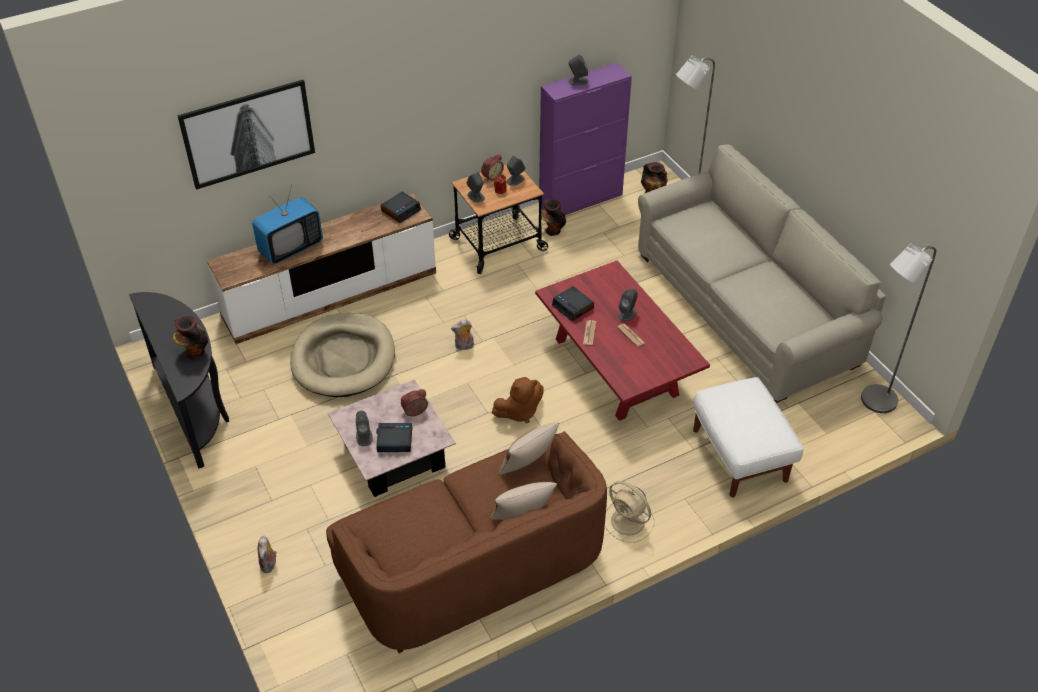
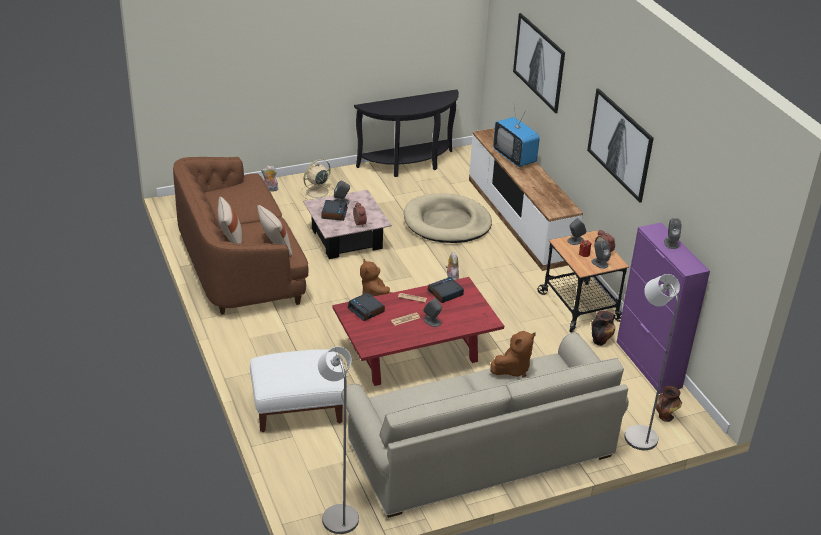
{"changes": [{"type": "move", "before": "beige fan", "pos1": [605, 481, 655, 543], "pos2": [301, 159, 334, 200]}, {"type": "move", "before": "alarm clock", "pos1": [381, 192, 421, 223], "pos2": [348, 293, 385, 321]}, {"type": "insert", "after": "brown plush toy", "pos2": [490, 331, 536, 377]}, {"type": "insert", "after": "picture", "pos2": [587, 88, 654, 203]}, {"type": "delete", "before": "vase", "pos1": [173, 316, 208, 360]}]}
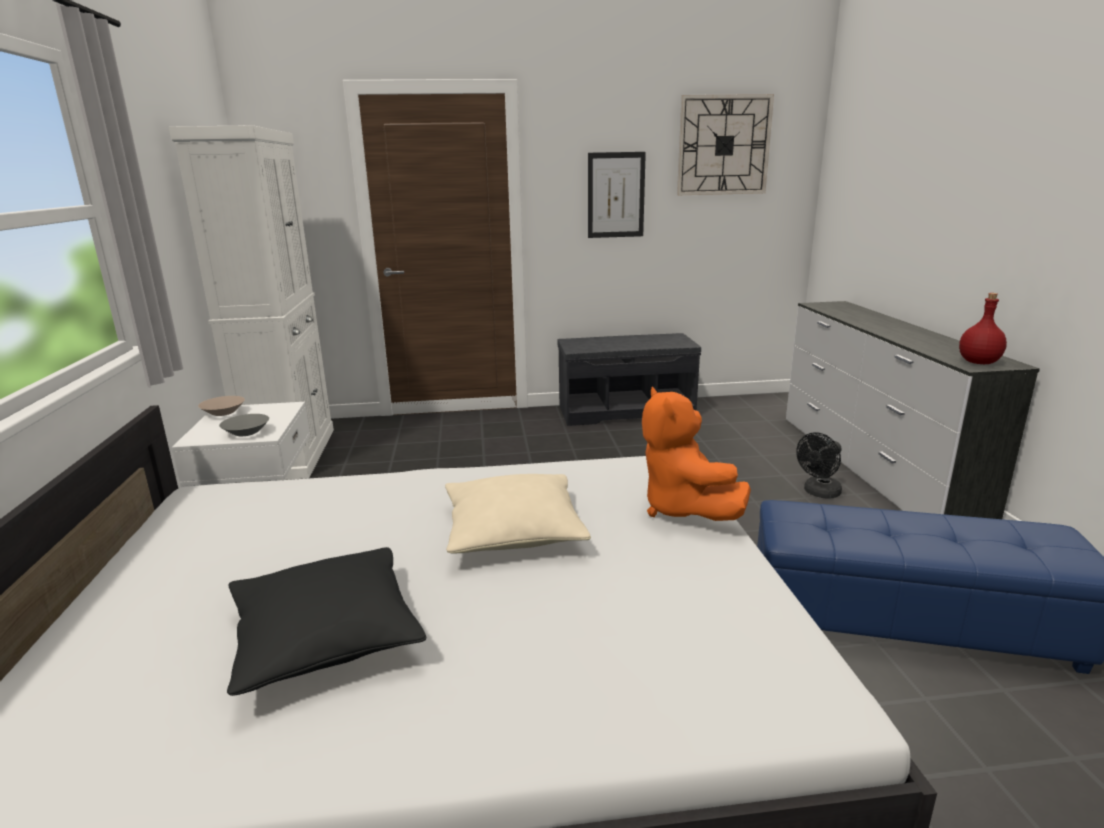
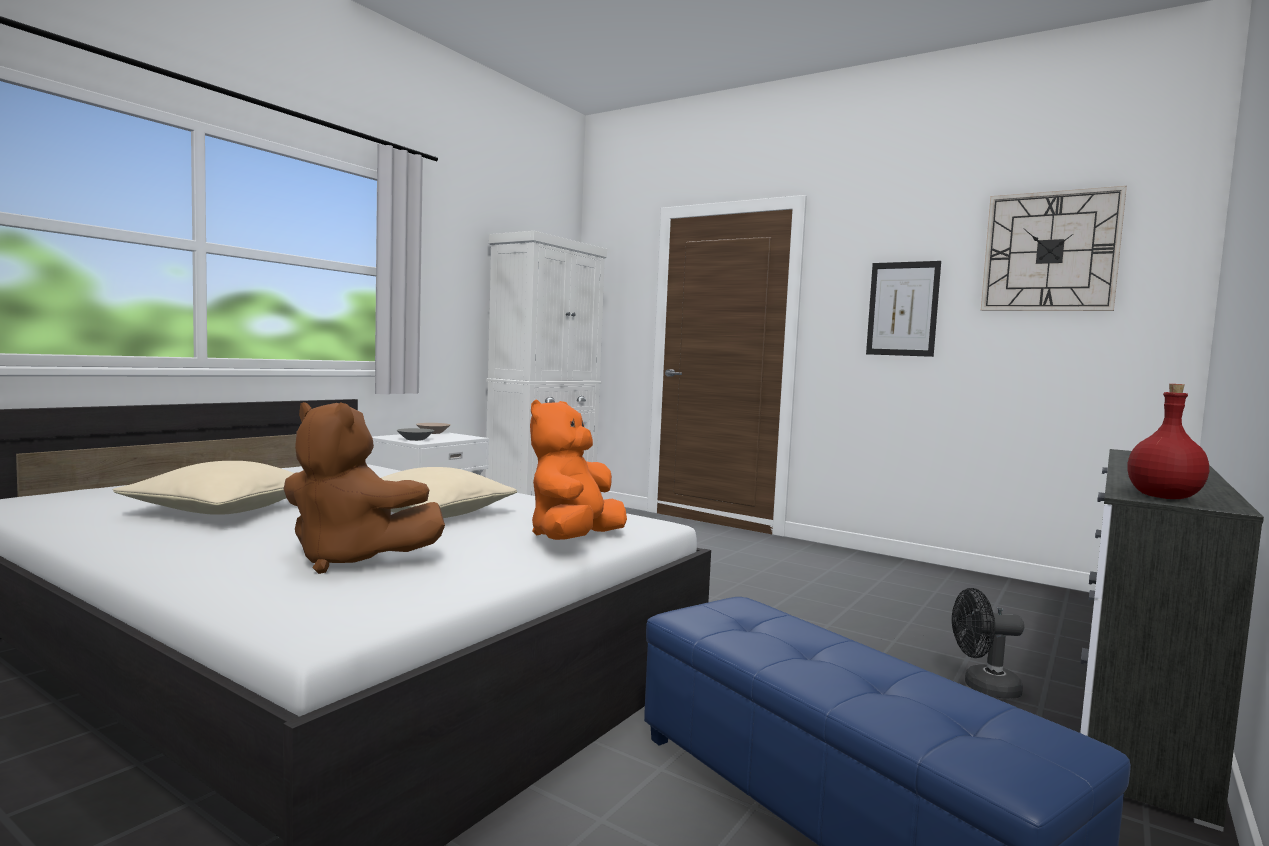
{"changes": [{"type": "recolor", "before": "black pillow", "after": "beige pillow", "pos1": [227, 547, 426, 696], "pos2": [113, 461, 294, 515]}, {"type": "insert", "after": "brown plush toy", "pos2": [284, 402, 445, 574]}, {"type": "delete", "before": "grey bench", "pos1": [557, 333, 701, 426]}]}
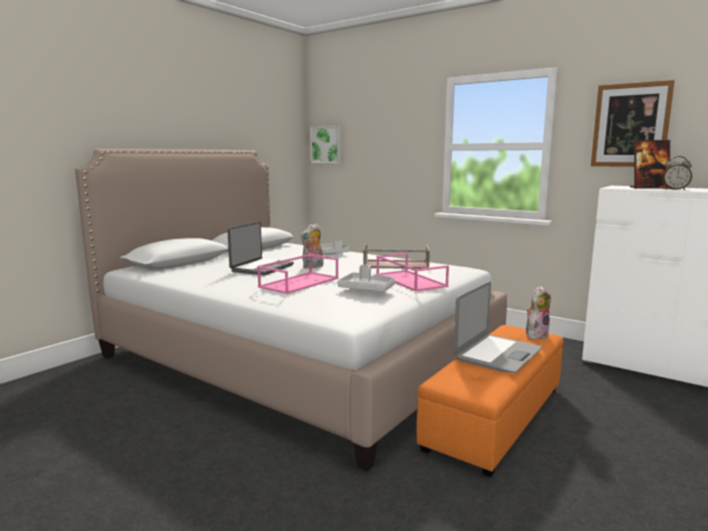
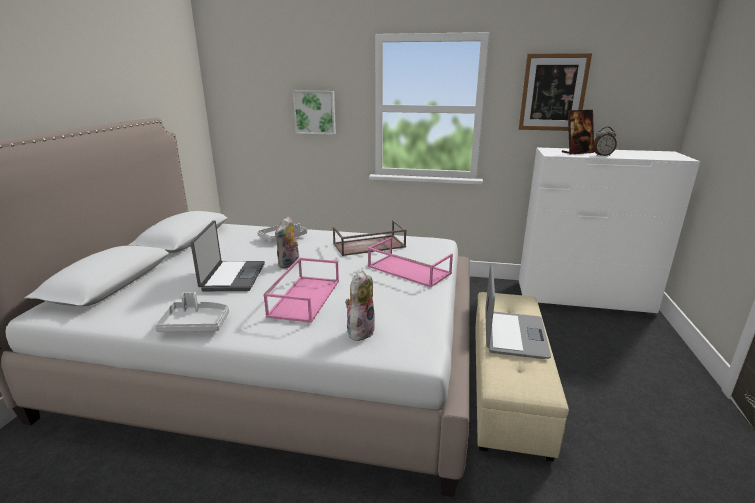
{"changes": [{"type": "move", "before": "grey tray", "pos1": [337, 265, 395, 292], "pos2": [155, 292, 229, 332]}, {"type": "move", "before": "picture", "pos1": [310, 126, 341, 163], "pos2": [293, 91, 336, 135]}, {"type": "move", "before": "plush toy", "pos1": [526, 286, 551, 339], "pos2": [345, 270, 375, 341]}, {"type": "recolor", "before": "orange ottoman", "after": "beige ottoman", "pos1": [417, 325, 563, 477], "pos2": [475, 292, 569, 461]}]}
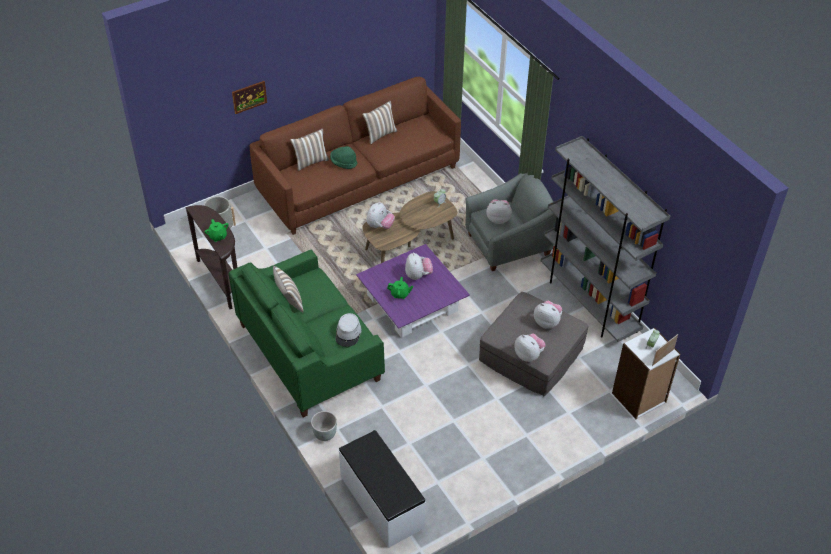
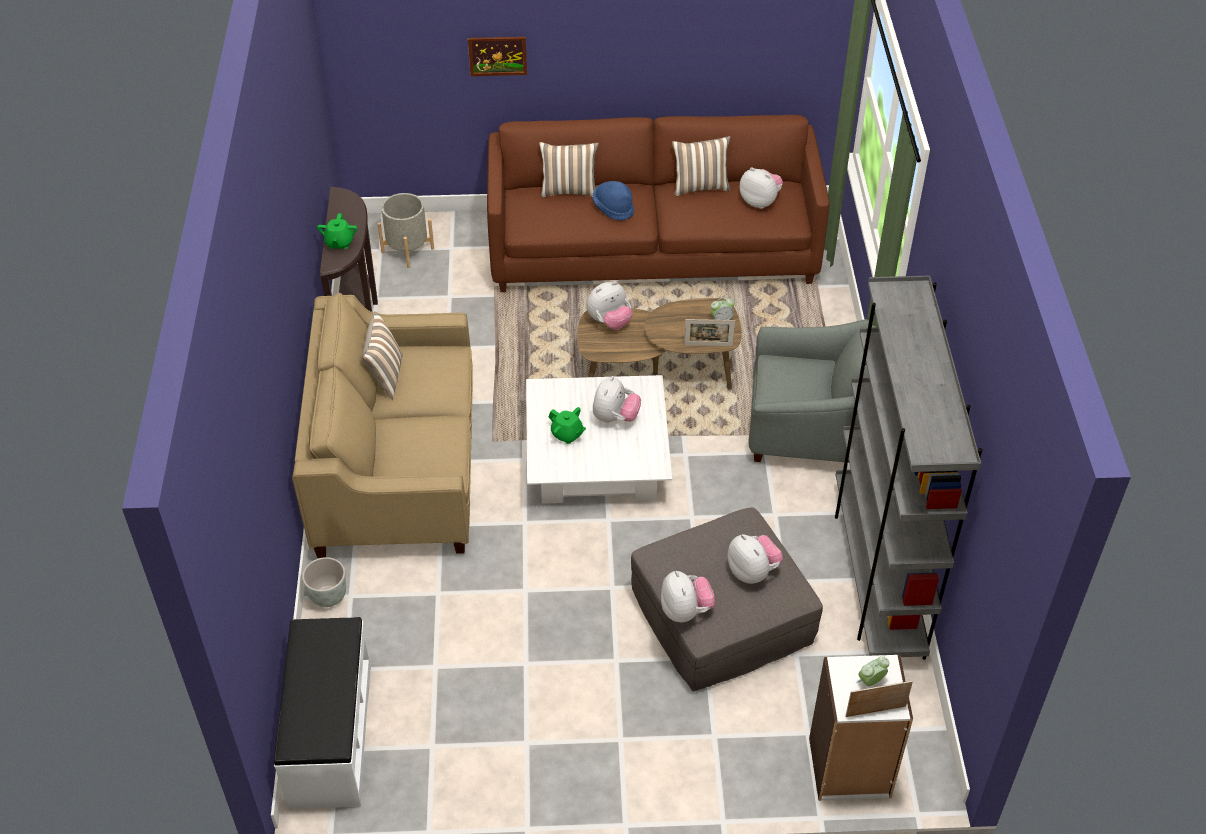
{"changes": [{"type": "recolor", "before": "green sofa", "after": "beige sofa", "pos1": [229, 250, 385, 417], "pos2": [292, 293, 473, 558]}, {"type": "recolor", "before": "purple coffee table", "after": "white coffee table", "pos1": [356, 244, 470, 338], "pos2": [526, 375, 672, 504]}, {"type": "recolor", "before": "green hat", "after": "blue hat", "pos1": [330, 146, 357, 169], "pos2": [593, 181, 634, 220]}, {"type": "insert", "after": "picture frame", "pos2": [684, 319, 735, 346]}, {"type": "move", "before": "plush toy", "pos1": [486, 199, 512, 224], "pos2": [740, 167, 783, 209]}, {"type": "delete", "before": "grey hat", "pos1": [335, 313, 361, 347]}]}
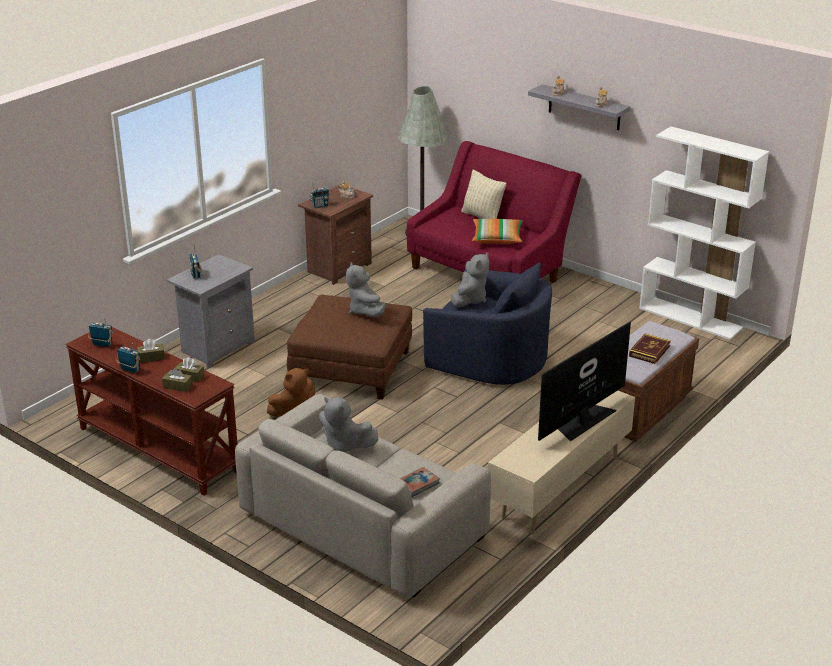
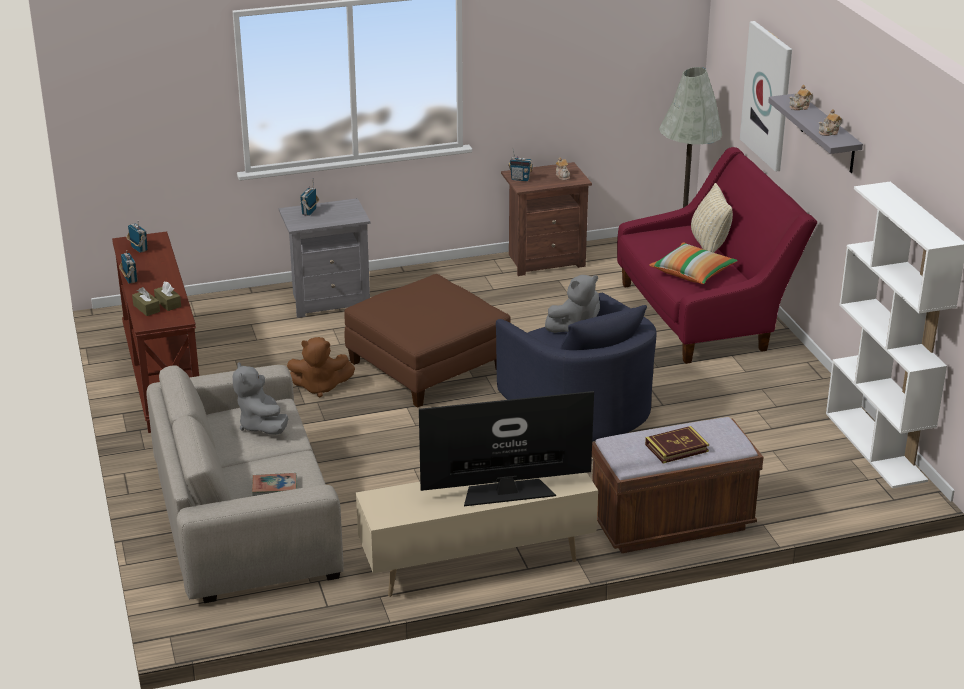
{"changes": [{"type": "insert", "after": "picture", "pos2": [740, 21, 792, 172]}, {"type": "delete", "before": "brown tissue box", "pos1": [137, 339, 165, 363]}, {"type": "delete", "before": "grey plush toy", "pos1": [346, 262, 386, 317]}]}
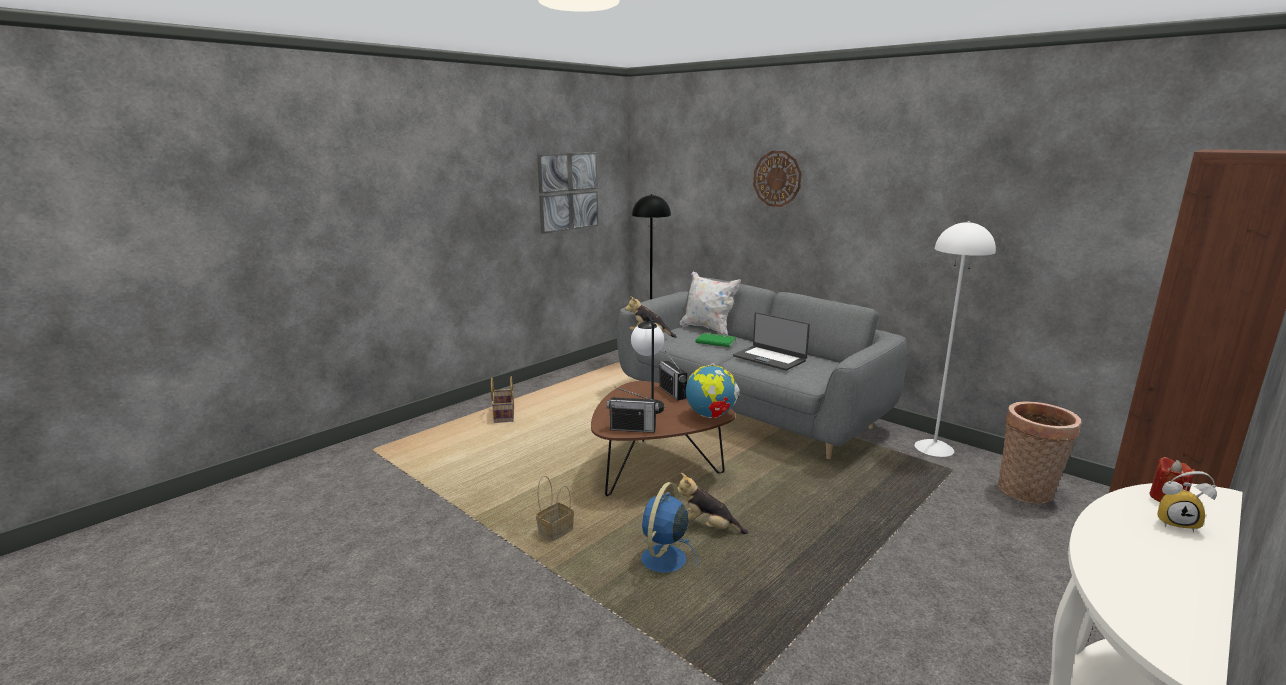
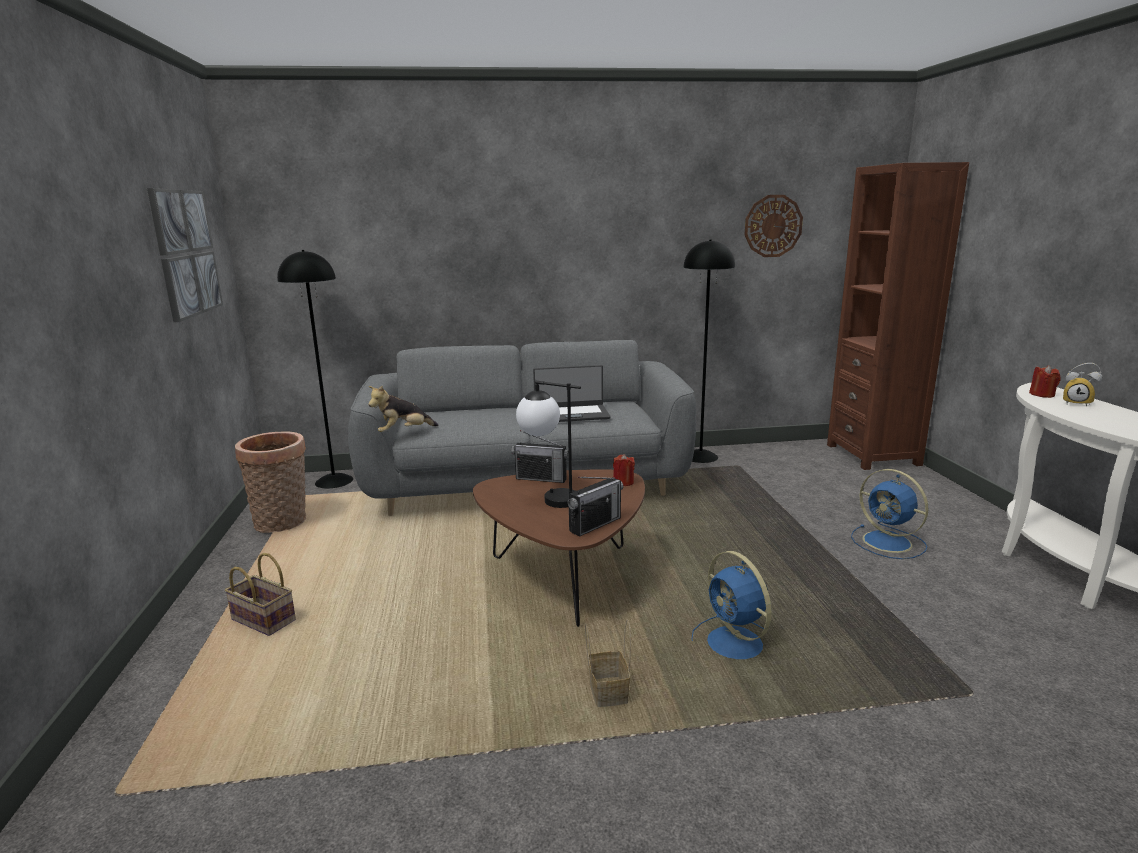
{"changes": [{"type": "move", "before": "basket", "pos1": [998, 401, 1082, 503], "pos2": [235, 432, 306, 533]}, {"type": "replace", "before": "globe", "after": "red candle", "pos1": [686, 363, 740, 418], "pos2": [613, 454, 635, 486]}, {"type": "recolor", "before": "white floor lamp", "after": "black floor lamp", "pos1": [914, 221, 996, 457], "pos2": [683, 239, 735, 463]}, {"type": "move", "before": "wall clock", "pos1": [753, 151, 802, 207], "pos2": [745, 195, 803, 257]}, {"type": "insert", "after": "blue fan", "pos2": [851, 469, 928, 559]}, {"type": "rotate", "before": "alarm clock", "pos1": [1157, 471, 1217, 532], "pos2": [1063, 363, 1102, 407], "turn": 60}, {"type": "delete", "before": "plush toy", "pos1": [673, 473, 748, 534]}, {"type": "delete", "before": "white pillow", "pos1": [680, 271, 741, 336]}, {"type": "delete", "before": "green book", "pos1": [696, 333, 737, 347]}]}
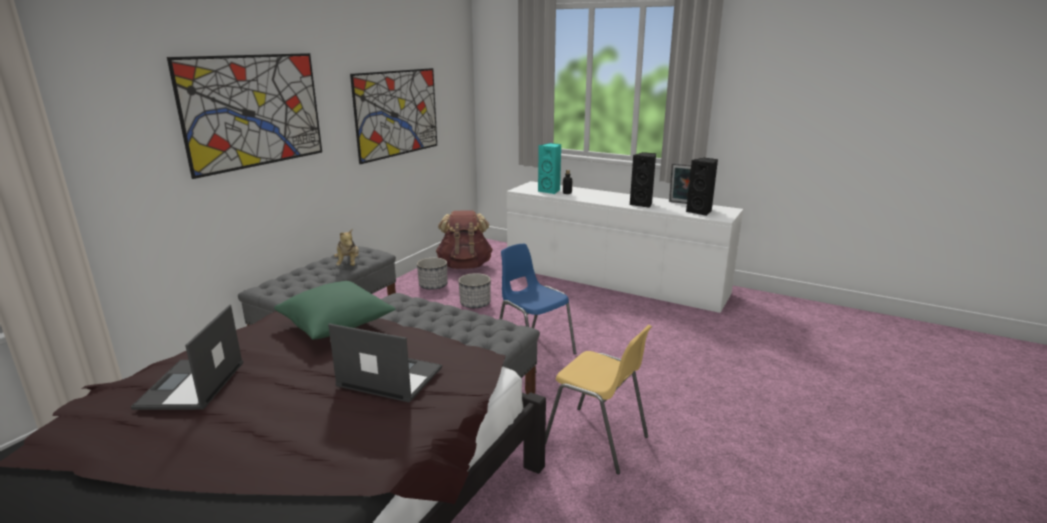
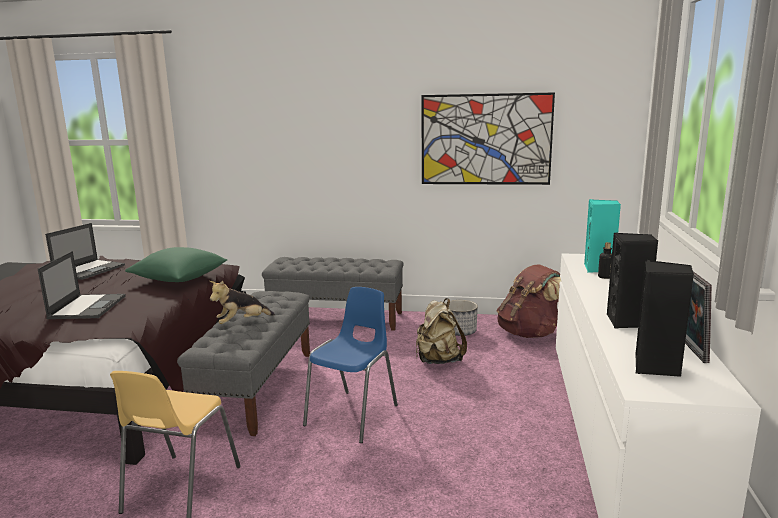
{"changes": [{"type": "rotate", "before": "laptop", "pos1": [131, 305, 243, 410], "pos2": [45, 223, 125, 280], "turn": 135}, {"type": "move", "before": "plush toy", "pos1": [334, 229, 359, 266], "pos2": [210, 281, 275, 324]}, {"type": "replace", "before": "planter", "after": "beige backpack", "pos1": [459, 273, 491, 308], "pos2": [416, 298, 467, 364]}, {"type": "delete", "before": "picture", "pos1": [167, 53, 322, 179]}]}
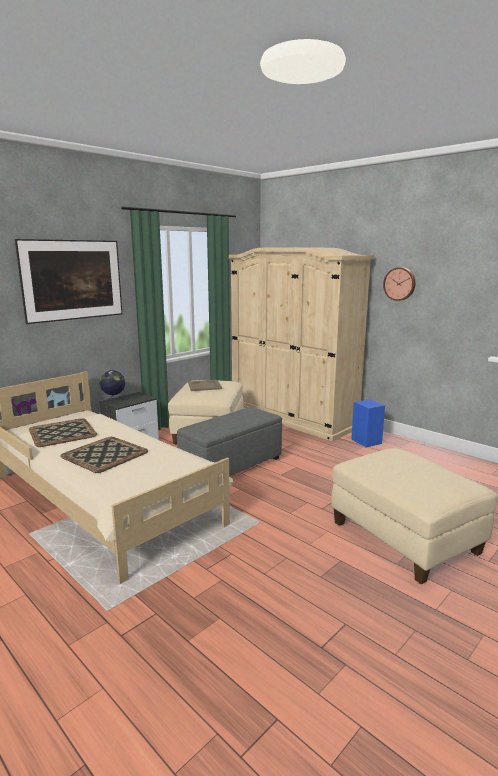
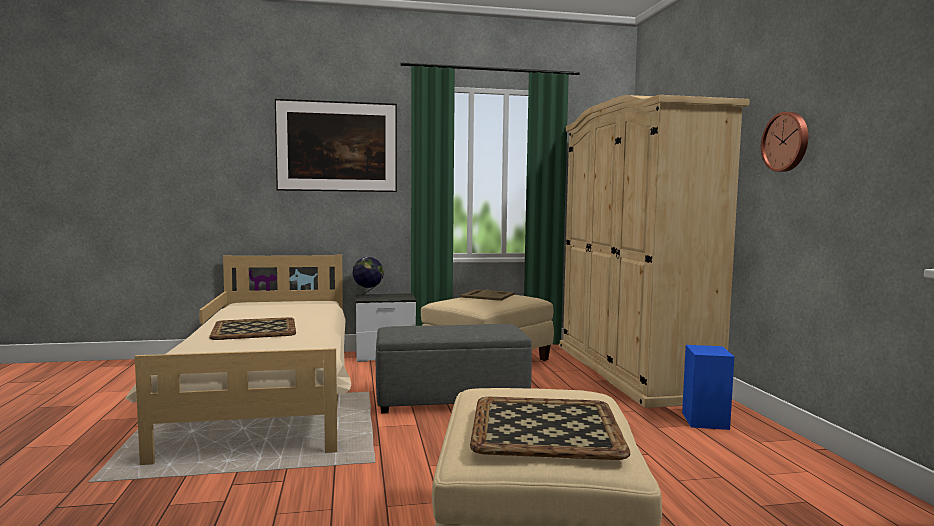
{"changes": [{"type": "move", "before": "tray", "pos1": [29, 418, 97, 447], "pos2": [470, 397, 630, 460]}]}
